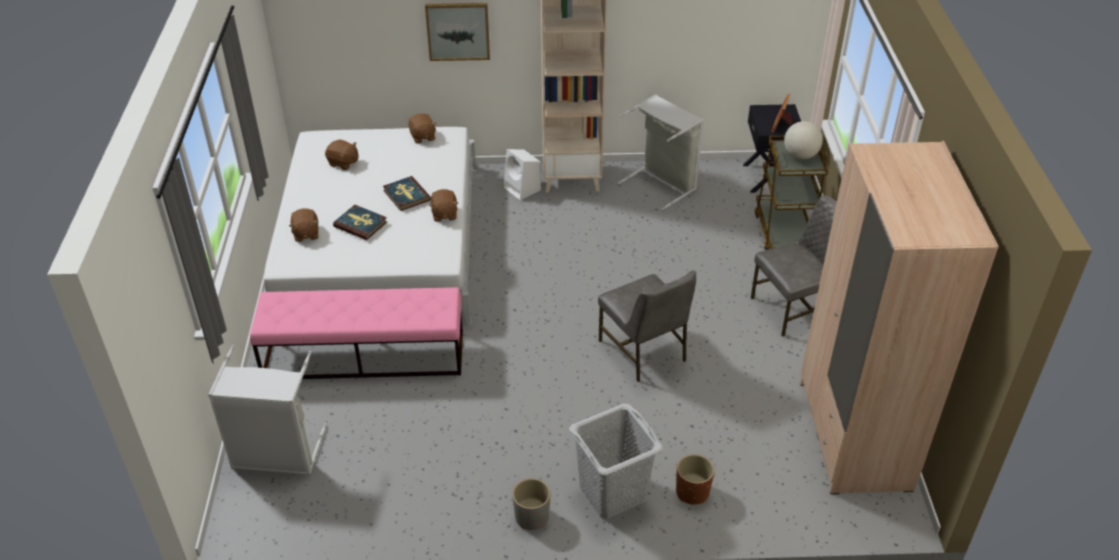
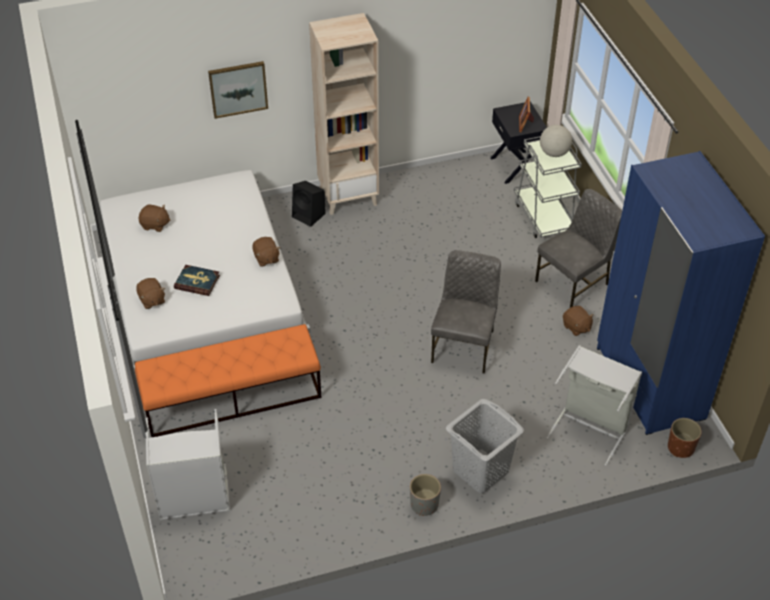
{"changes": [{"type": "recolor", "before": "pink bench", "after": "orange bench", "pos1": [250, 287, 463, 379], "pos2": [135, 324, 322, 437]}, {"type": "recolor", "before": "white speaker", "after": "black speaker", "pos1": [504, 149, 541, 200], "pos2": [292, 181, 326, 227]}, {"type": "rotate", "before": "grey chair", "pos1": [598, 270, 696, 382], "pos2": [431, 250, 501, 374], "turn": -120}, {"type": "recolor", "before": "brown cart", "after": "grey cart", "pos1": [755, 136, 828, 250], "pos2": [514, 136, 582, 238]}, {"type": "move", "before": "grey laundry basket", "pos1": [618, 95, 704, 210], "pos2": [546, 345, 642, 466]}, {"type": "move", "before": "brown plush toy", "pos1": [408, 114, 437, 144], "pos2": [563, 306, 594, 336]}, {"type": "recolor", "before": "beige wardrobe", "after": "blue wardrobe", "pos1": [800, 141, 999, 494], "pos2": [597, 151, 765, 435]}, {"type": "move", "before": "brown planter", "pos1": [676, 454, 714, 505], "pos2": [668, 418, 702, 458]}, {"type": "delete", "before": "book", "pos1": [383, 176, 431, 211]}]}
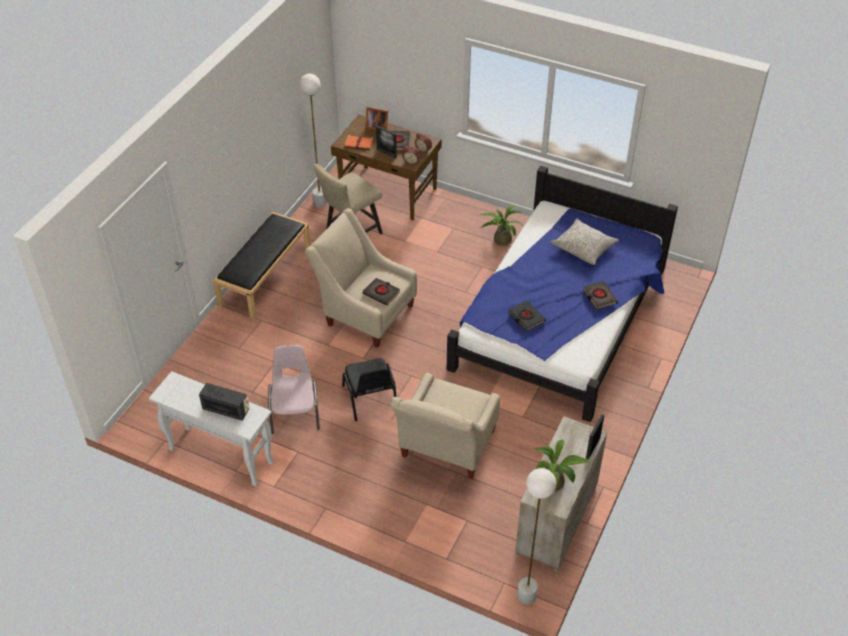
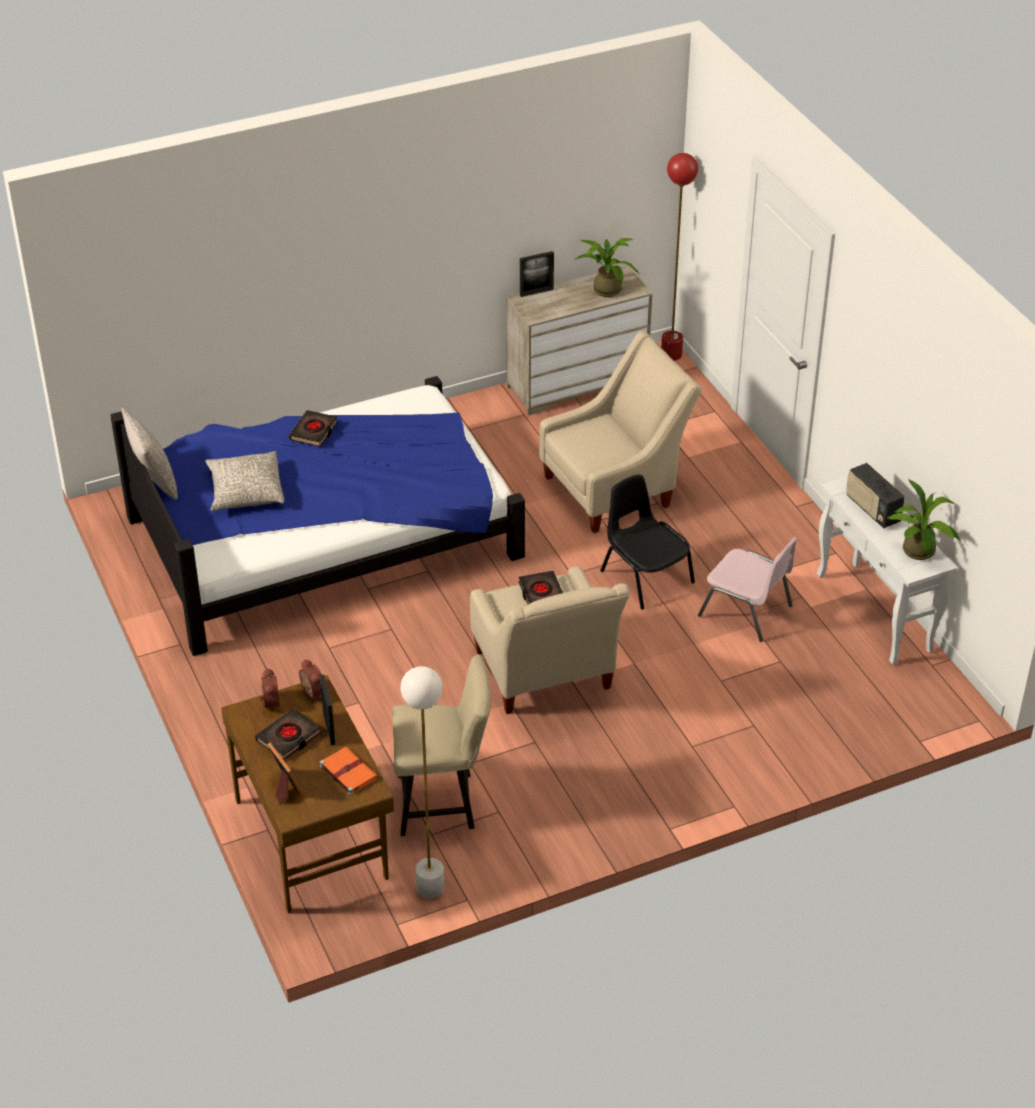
{"changes": [{"type": "insert", "after": "grey pillow", "pos2": [121, 407, 178, 500]}, {"type": "rotate", "before": "black chair", "pos1": [342, 358, 396, 421], "pos2": [600, 474, 695, 610], "turn": -60}, {"type": "recolor", "before": "white floor lamp", "after": "red floor lamp", "pos1": [517, 468, 557, 605], "pos2": [661, 153, 698, 361]}, {"type": "rotate", "before": "pink chair", "pos1": [268, 345, 320, 434], "pos2": [698, 537, 798, 642], "turn": -90}, {"type": "move", "before": "potted plant", "pos1": [480, 205, 523, 246], "pos2": [887, 479, 961, 560]}, {"type": "delete", "before": "black bench", "pos1": [213, 212, 311, 319]}, {"type": "delete", "before": "black book", "pos1": [508, 301, 546, 331]}]}
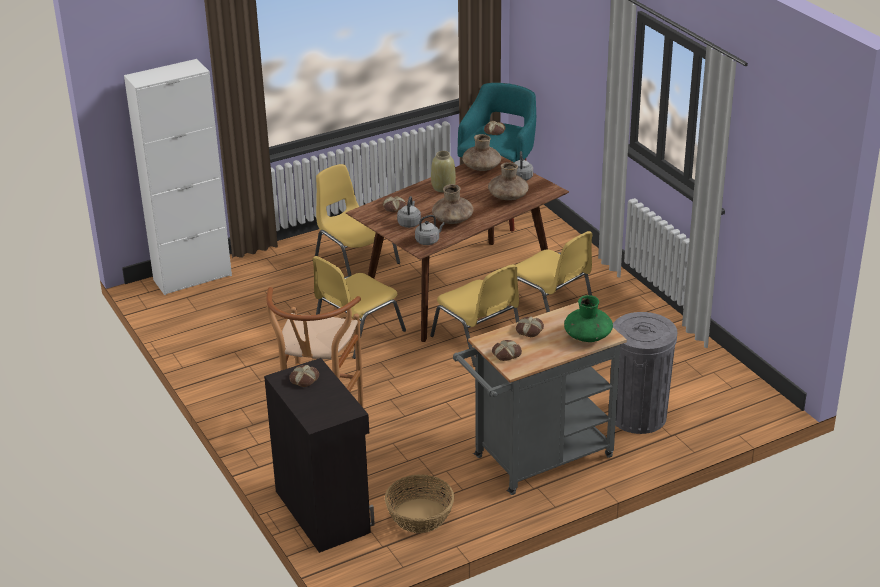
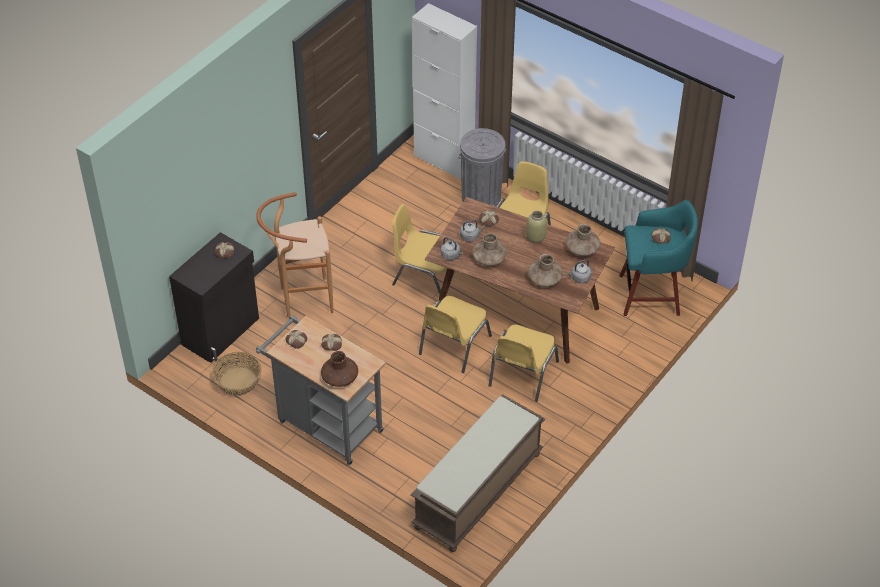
{"changes": [{"type": "recolor", "before": "green vase", "after": "brown vase", "pos1": [564, 295, 613, 342], "pos2": [321, 351, 358, 387]}, {"type": "insert", "after": "brown bench", "pos2": [411, 395, 545, 552]}, {"type": "move", "before": "grey trash can", "pos1": [613, 312, 677, 434], "pos2": [459, 128, 506, 207]}]}
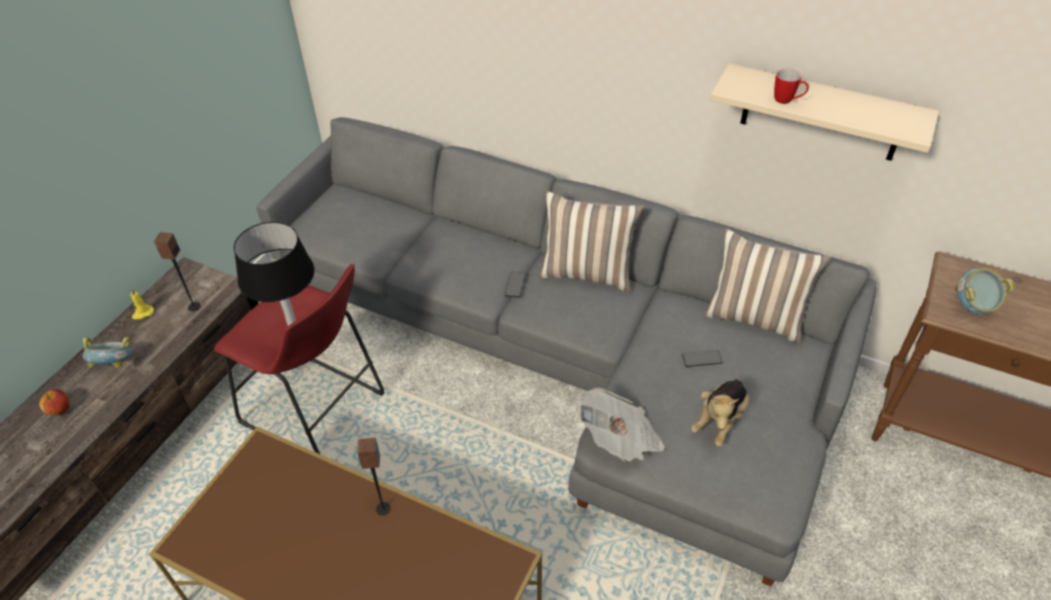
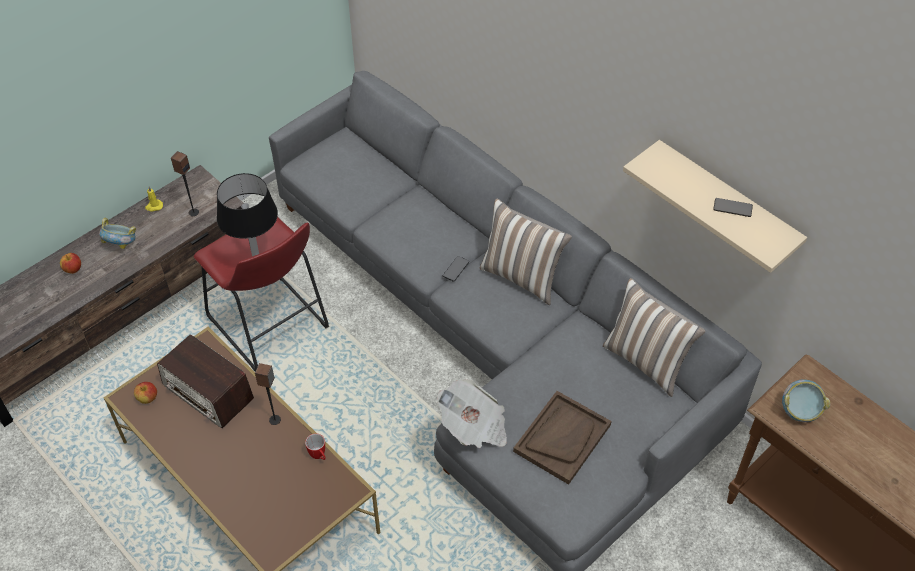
{"changes": [{"type": "insert", "after": "apple", "pos2": [134, 382, 157, 404]}, {"type": "insert", "after": "radio", "pos2": [157, 335, 254, 428]}, {"type": "move", "before": "mug", "pos1": [774, 69, 809, 104], "pos2": [305, 433, 326, 460]}, {"type": "replace", "before": "plush toy", "after": "brown tray", "pos1": [691, 379, 750, 447], "pos2": [513, 391, 612, 485]}, {"type": "move", "before": "phone", "pos1": [682, 350, 722, 367], "pos2": [713, 198, 753, 217]}]}
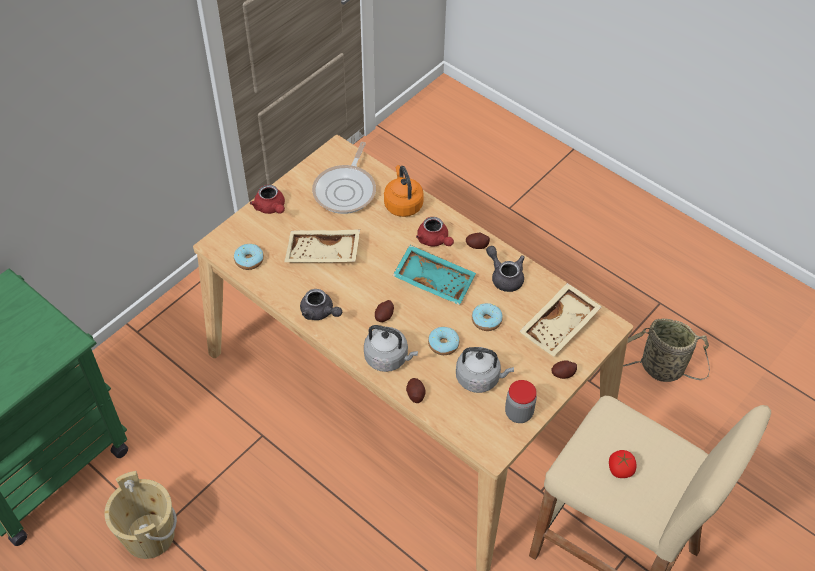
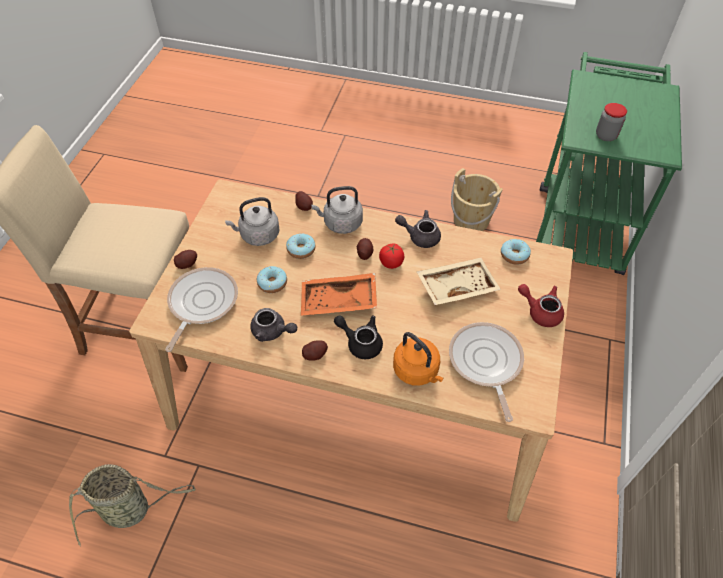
{"changes": [{"type": "replace", "before": "beige tray", "after": "frying pan", "pos1": [519, 283, 602, 357], "pos2": [165, 267, 238, 352]}, {"type": "recolor", "before": "turquoise tray", "after": "orange tray", "pos1": [392, 245, 476, 305], "pos2": [301, 273, 377, 315]}, {"type": "recolor", "before": "red teapot", "after": "black teapot", "pos1": [416, 217, 454, 247], "pos2": [334, 315, 383, 359]}, {"type": "move", "before": "tomato", "pos1": [609, 450, 637, 478], "pos2": [379, 243, 404, 269]}, {"type": "move", "before": "jar", "pos1": [505, 380, 537, 423], "pos2": [596, 103, 627, 141]}]}
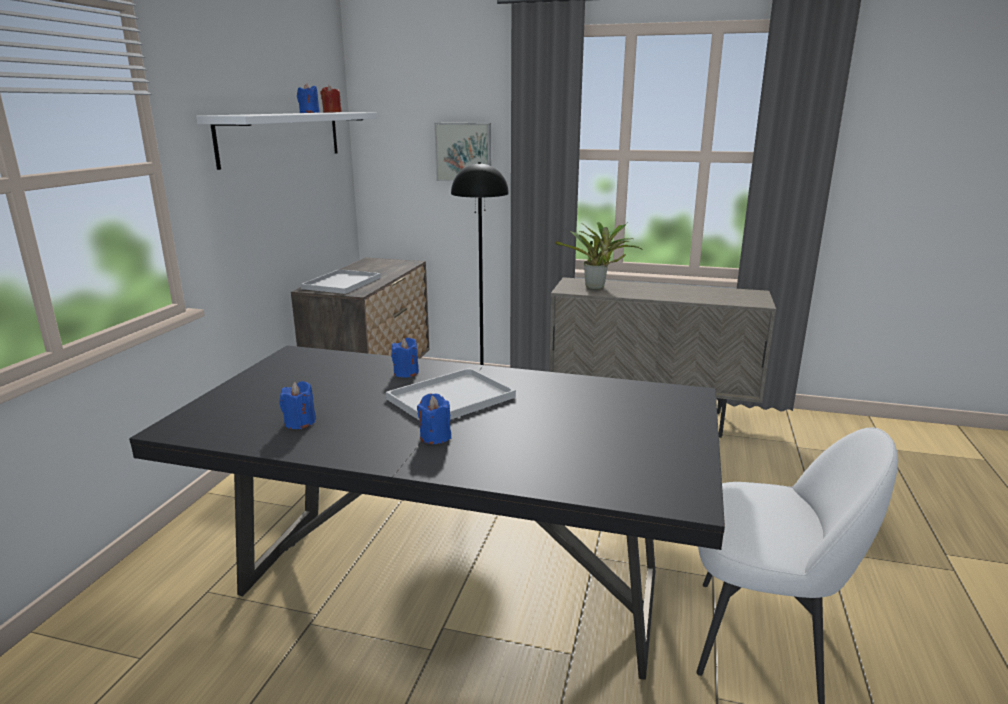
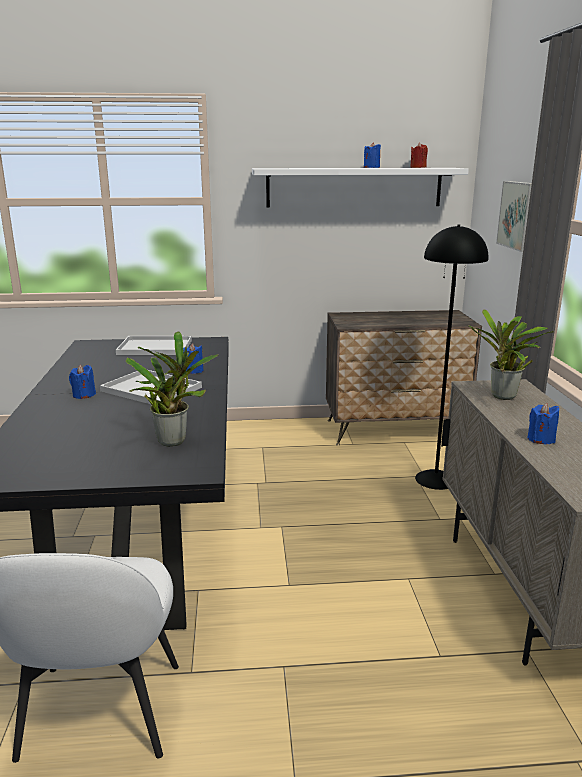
{"changes": [{"type": "move", "before": "white tray", "pos1": [301, 269, 381, 294], "pos2": [116, 336, 192, 355]}, {"type": "insert", "after": "potted plant", "pos2": [126, 331, 219, 447]}, {"type": "move", "before": "blue candle", "pos1": [279, 381, 316, 429], "pos2": [527, 403, 559, 444]}]}
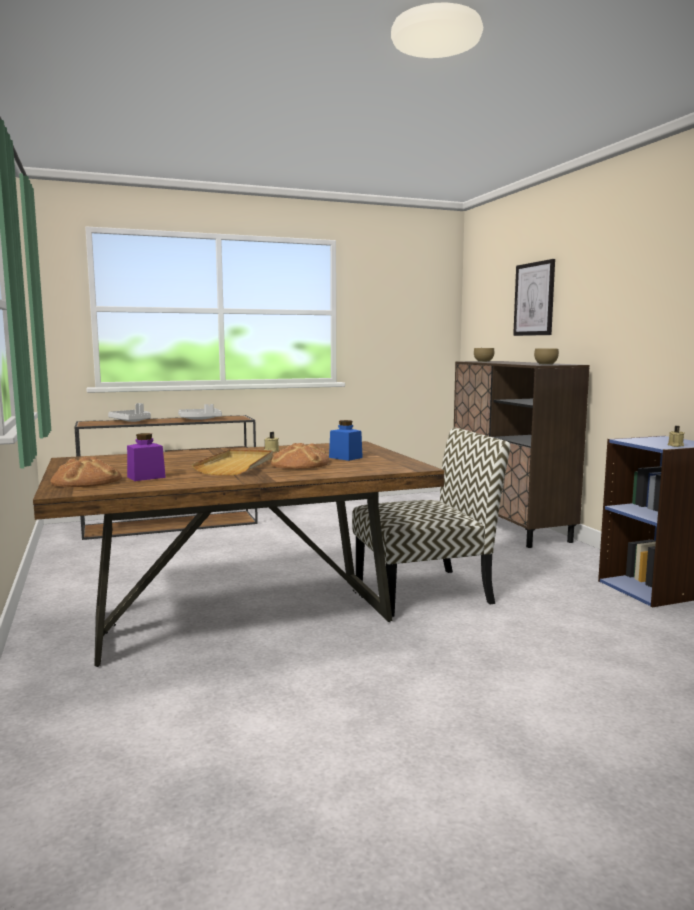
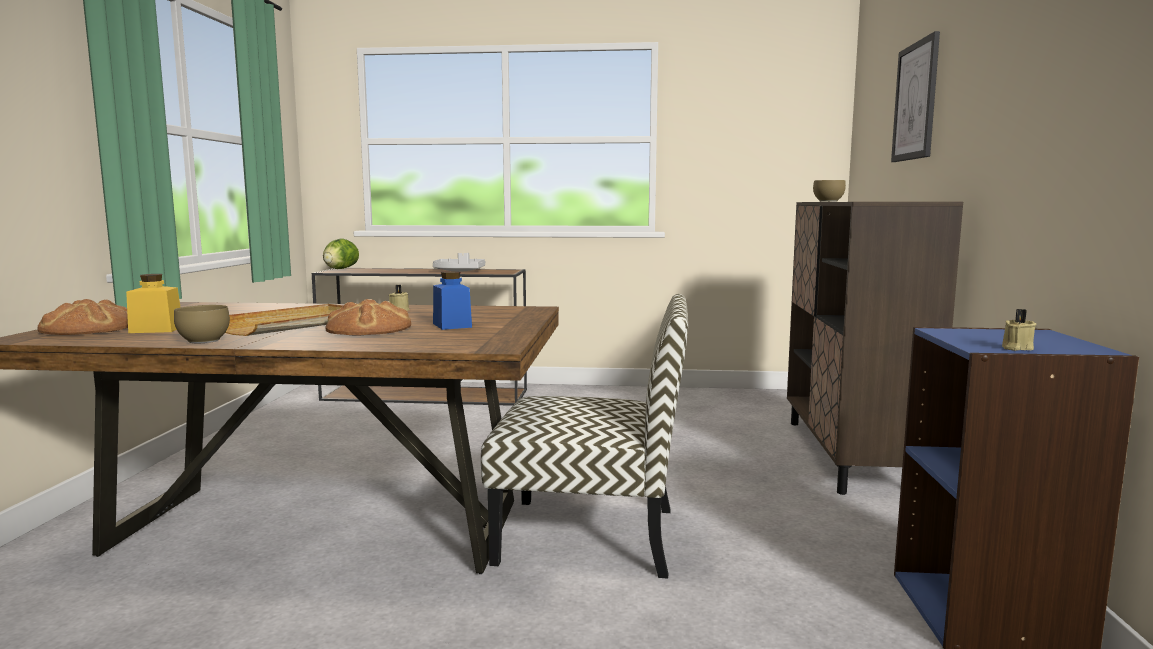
{"changes": [{"type": "recolor", "before": "purple jar", "after": "yellow jar", "pos1": [127, 433, 166, 481], "pos2": [126, 274, 180, 333]}, {"type": "move", "before": "brown bowl", "pos1": [534, 349, 559, 365], "pos2": [174, 305, 230, 343]}, {"type": "insert", "after": "lettuce", "pos2": [323, 238, 359, 269]}, {"type": "delete", "before": "grey tray", "pos1": [108, 403, 151, 422]}]}
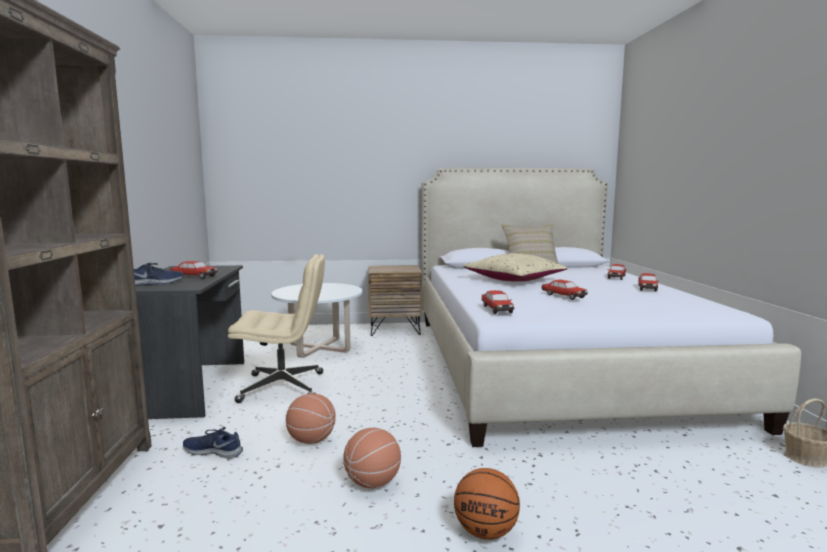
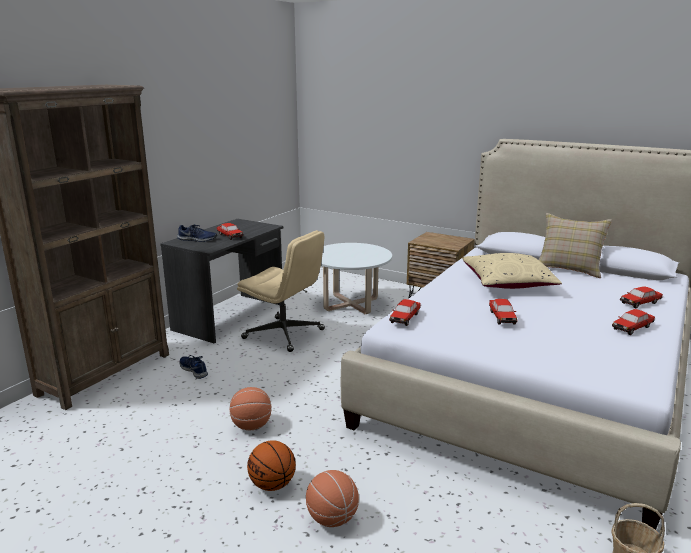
{"changes": [{"type": "move", "before": "basketball", "pos1": [286, 393, 336, 444], "pos2": [306, 470, 359, 527]}]}
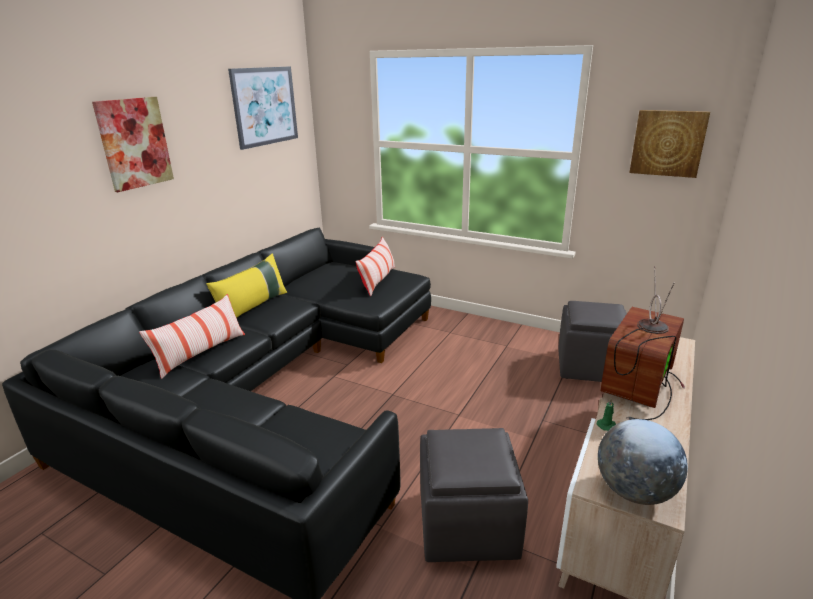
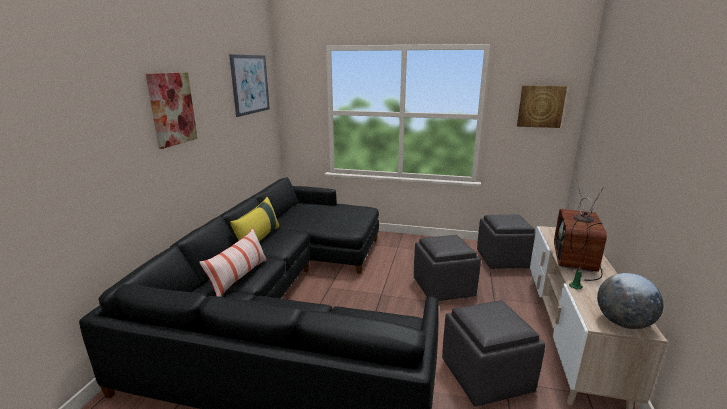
{"changes": [{"type": "insert", "after": "grey ottoman", "pos2": [414, 235, 481, 301]}, {"type": "delete", "before": "pillow", "pos1": [355, 237, 395, 296]}]}
